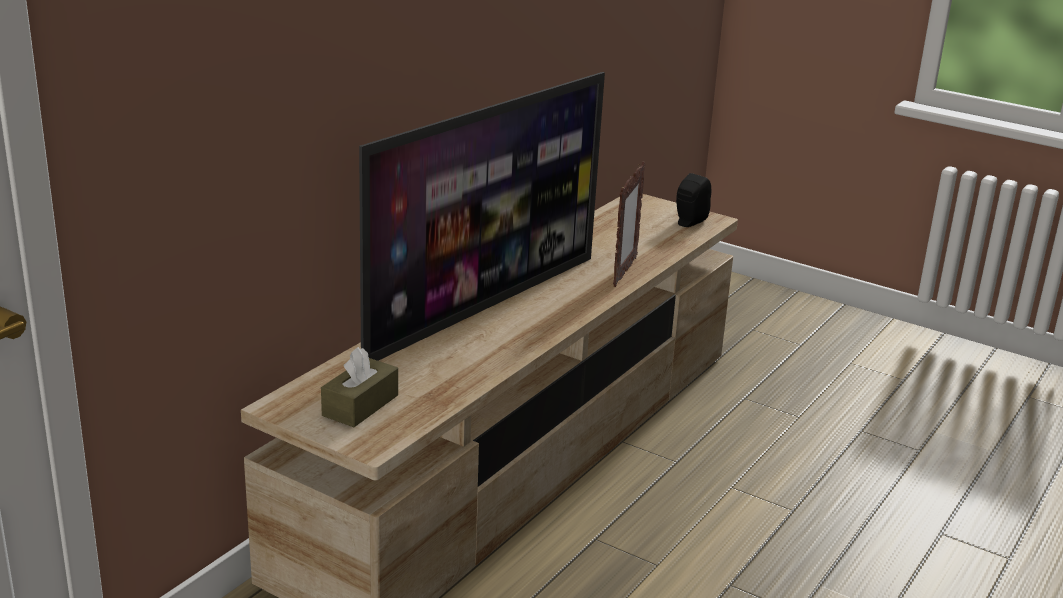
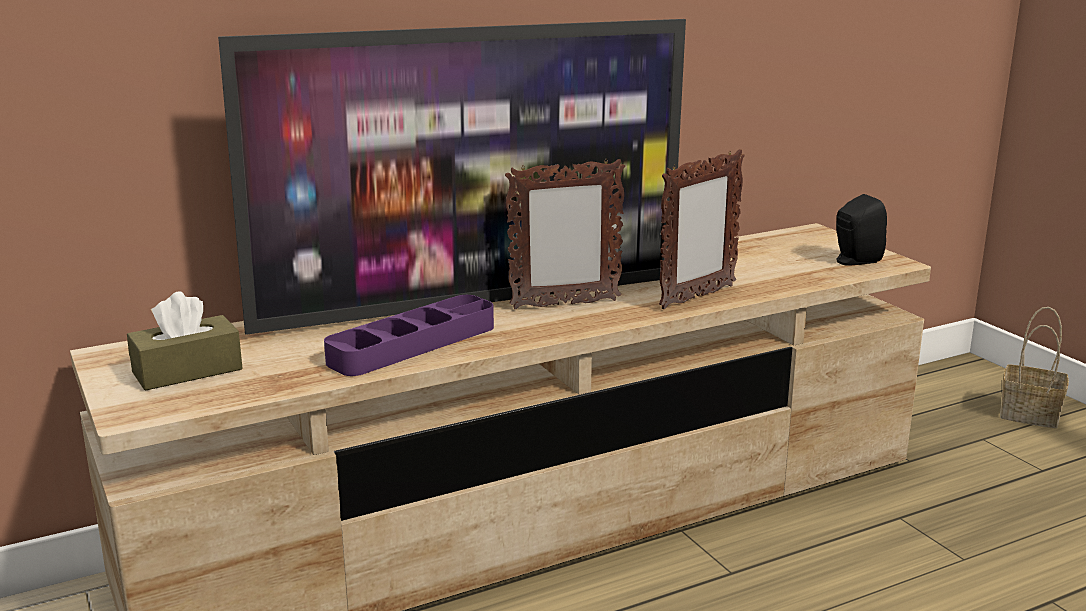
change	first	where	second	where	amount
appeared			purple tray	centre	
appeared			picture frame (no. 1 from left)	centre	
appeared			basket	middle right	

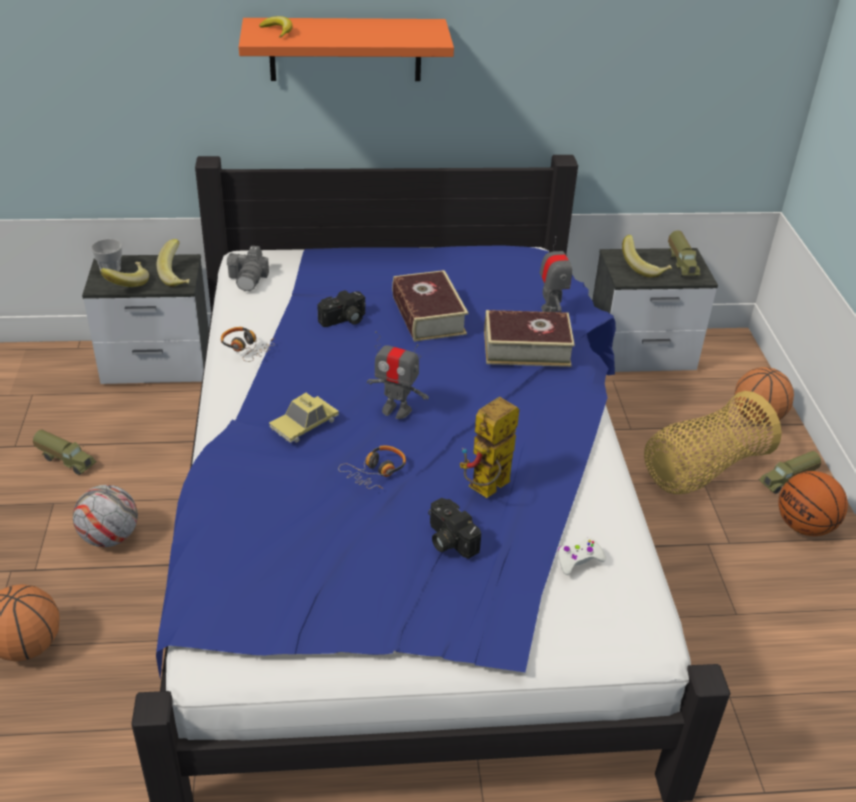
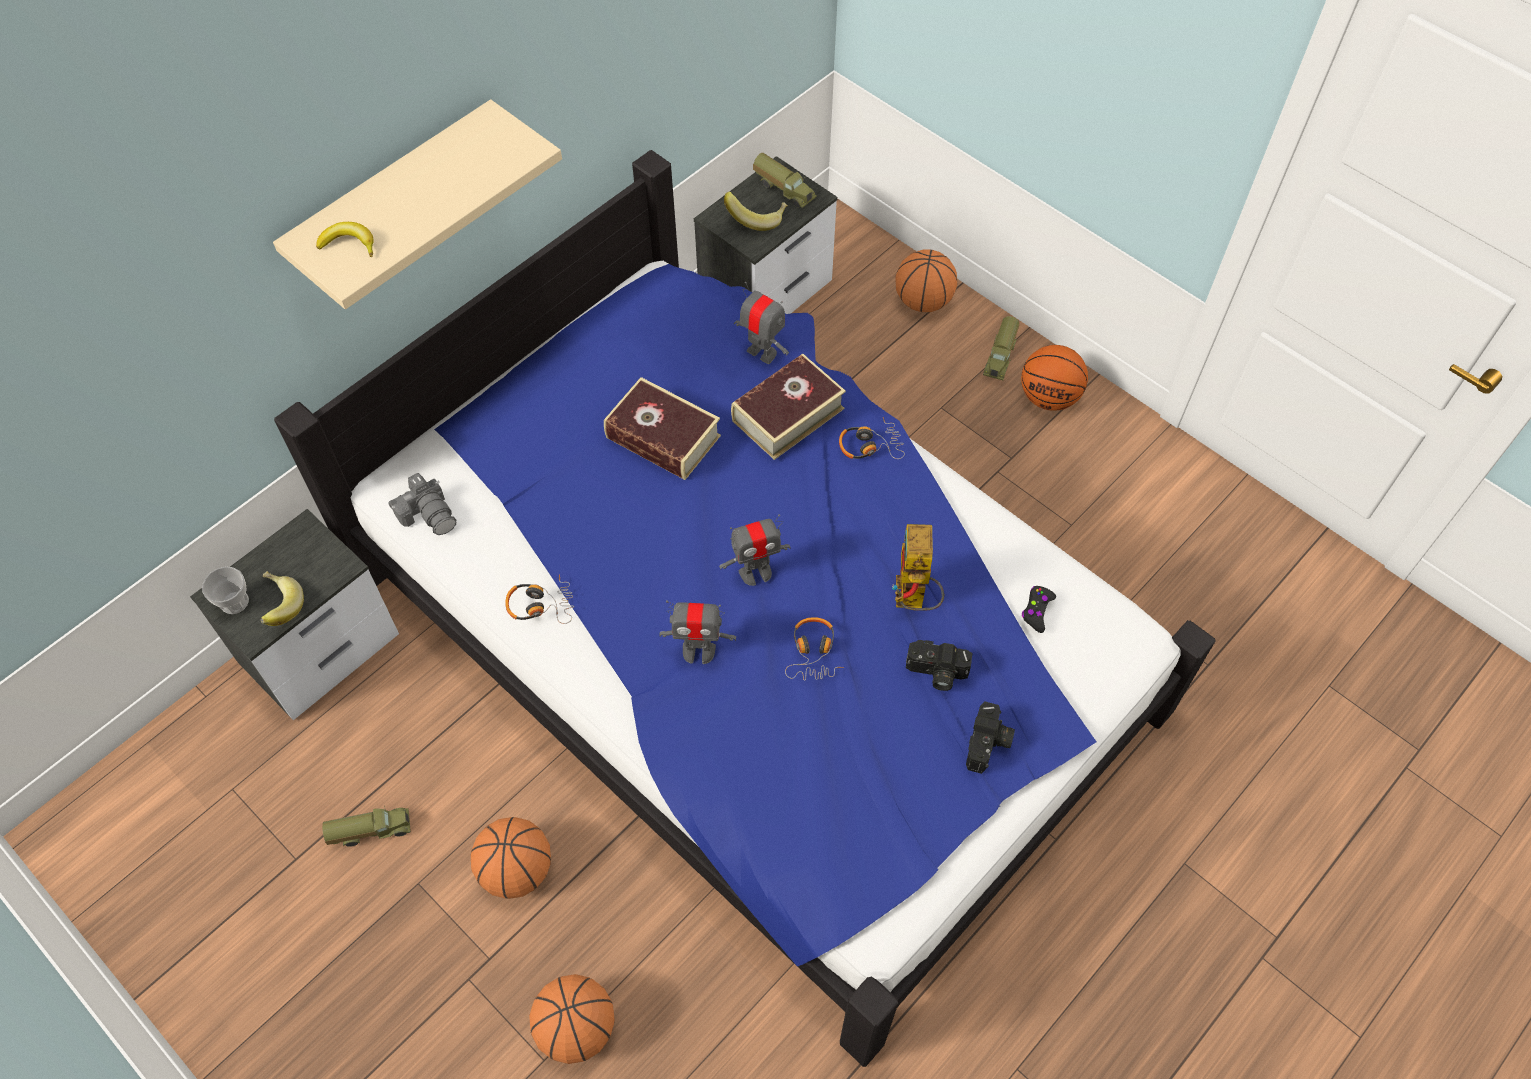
change	first	where	second	where	amount
colour	orange shelf	top centre	beige shelf	top left	
exchanged	football	middle left	basketball (no. 1 from left)	bottom centre	
exchanged	toy car	centre	toy robot (no. 1 from left)	centre	
appeared			headphones (no. 3 from left)	centre	
relocated	photo camera (no. 2 from left in the first image)	centre	photo camera (no. 3 from left)	bottom centre	
colour	white game controller	bottom right	black game controller	middle right	
missing	banana (no. 2 from left)	top left			
missing	basket	middle right			

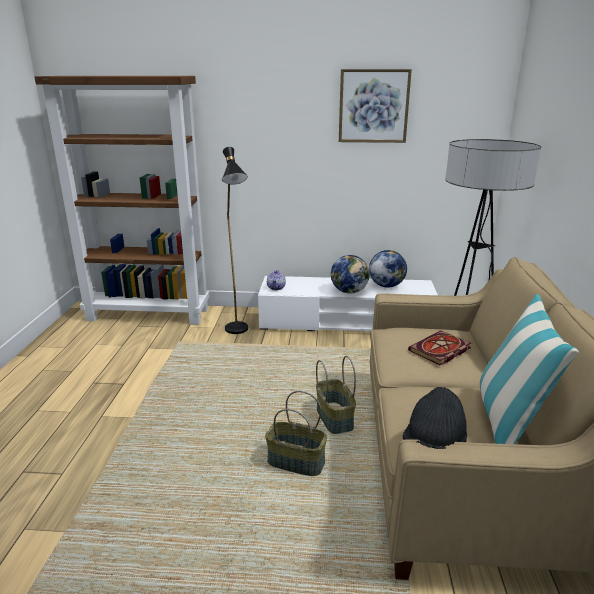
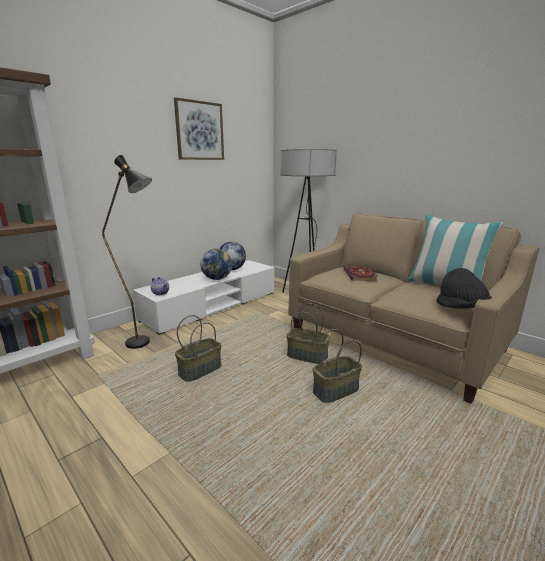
change	first	where	second	where	amount
appeared			basket (no. 1 from left)	centre	

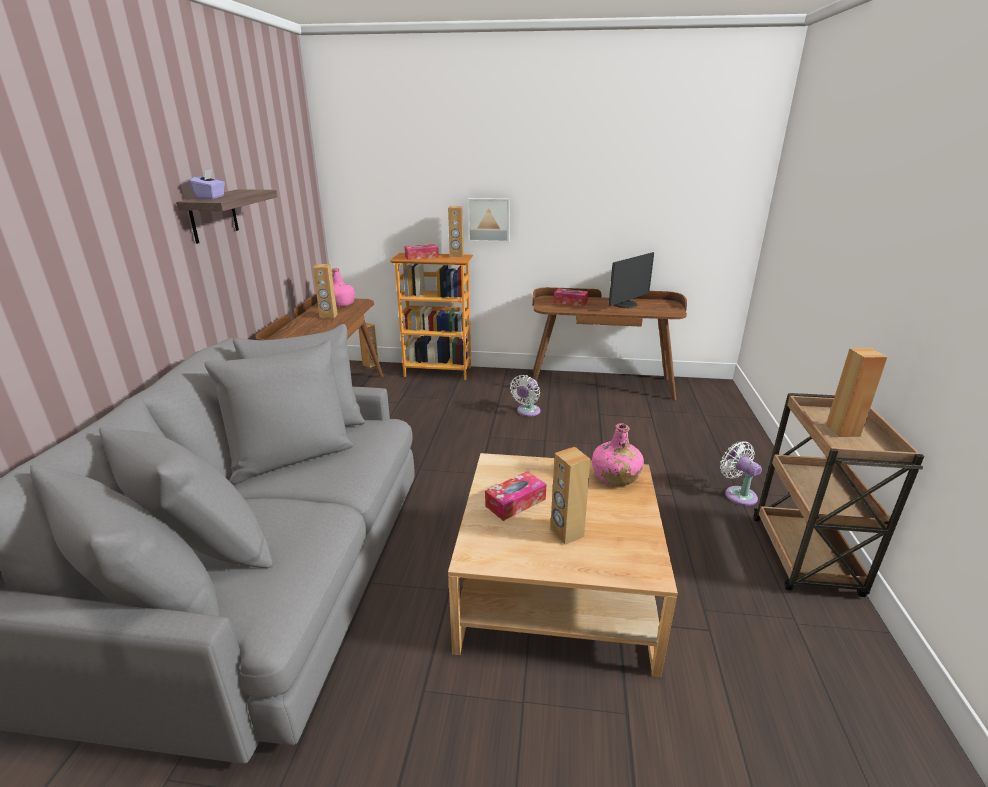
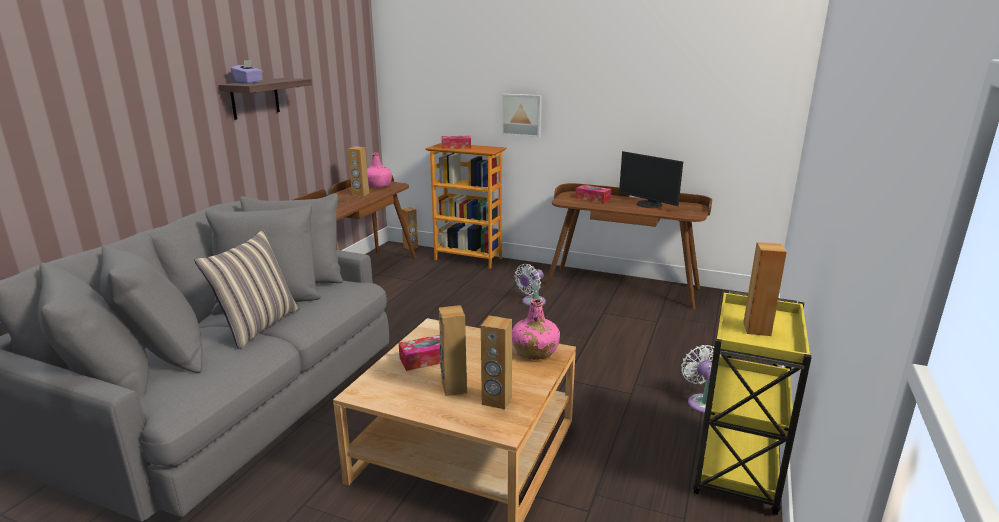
change	first	where	second	where	amount
appeared			pillow	middle left	
relocated	brown speaker (no. 3 from left in the first image)	top centre	brown speaker (no. 4 from left)	bottom centre	
spun	monitor	centre		centre	75 degrees clockwise
colour	brown cart	middle right	yellow cart	bottom right	

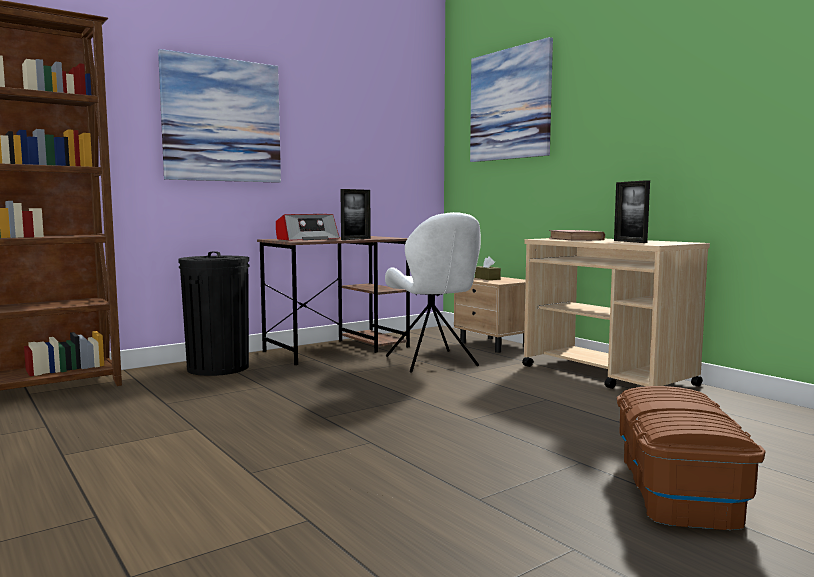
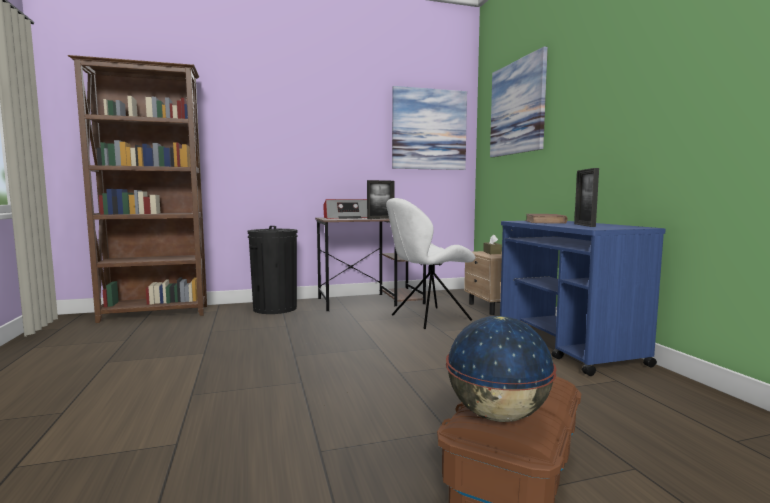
change	first	where	second	where	amount
spun	white chair	centre		centre	60 degrees clockwise
relocated	picture (no. 1 from left)	top left		top centre	
appeared			globe	bottom centre	
colour	beige cart	middle right	blue cart	middle right	

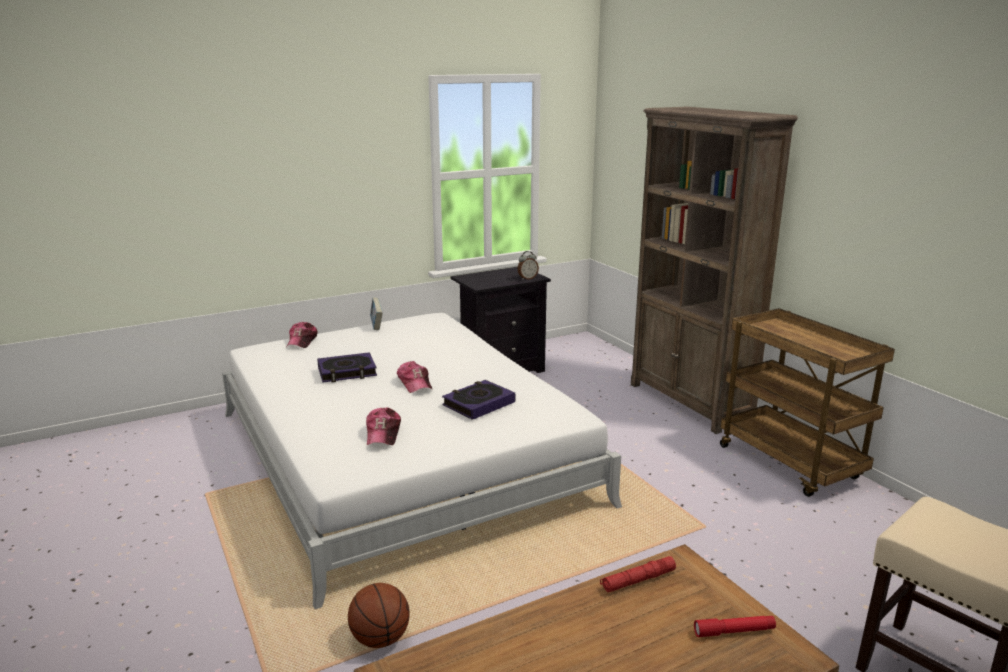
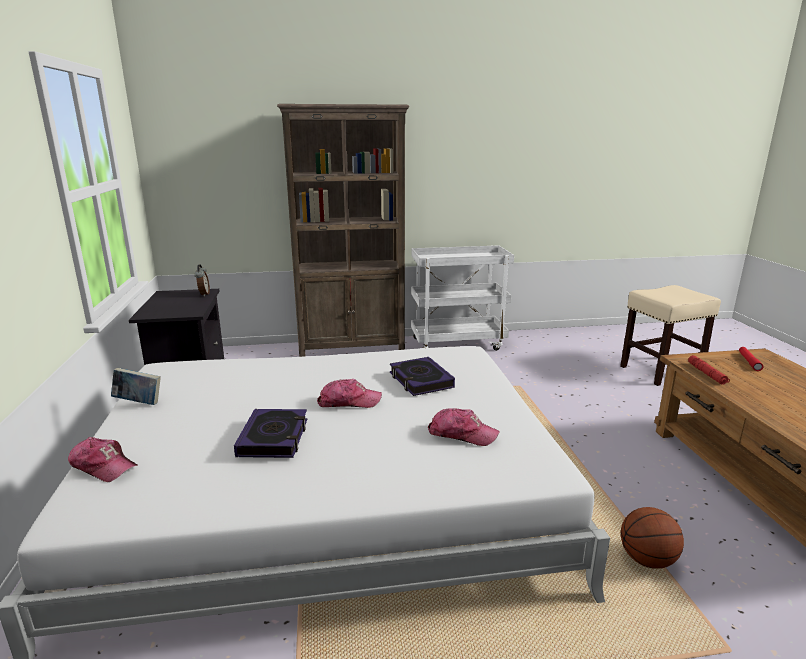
change	first	where	second	where	amount
colour	brown cart	middle right	white cart	centre	

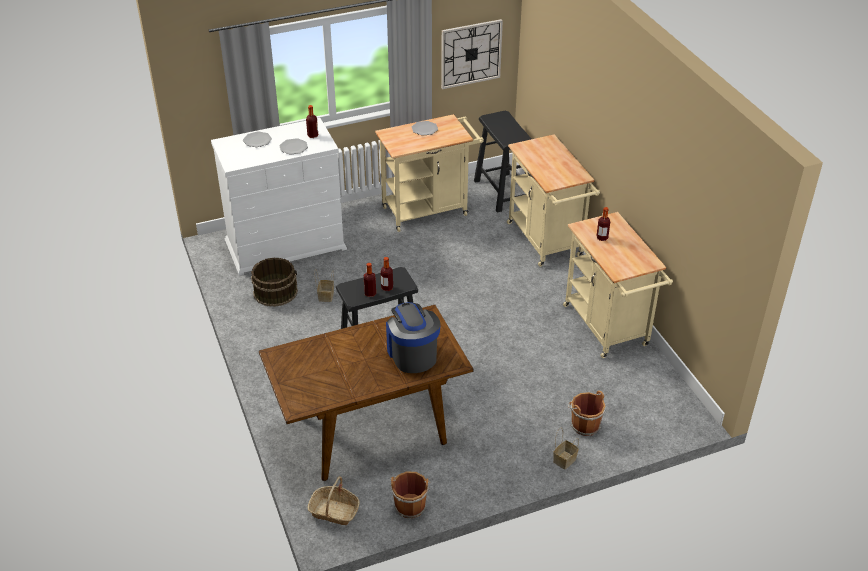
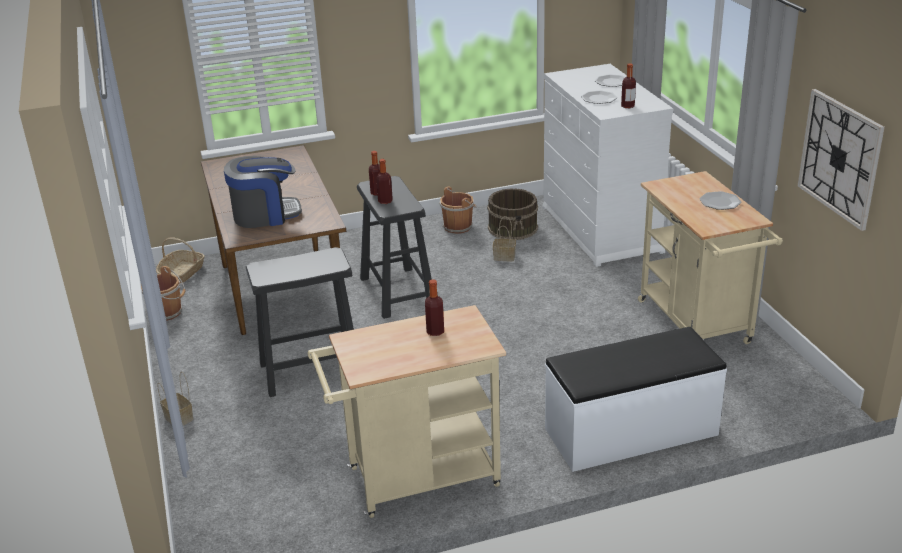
change	first	where	second	where	amount
relocated	black stool (no. 2 from left in the first image)	top centre	black stool (no. 1 from left)	middle left	
relocated	brown bucket (no. 3 from left in the first image)	bottom right	brown bucket (no. 2 from left)	centre	
exchanged	beige cart (no. 2 from left)	centre	white bench	bottom right	

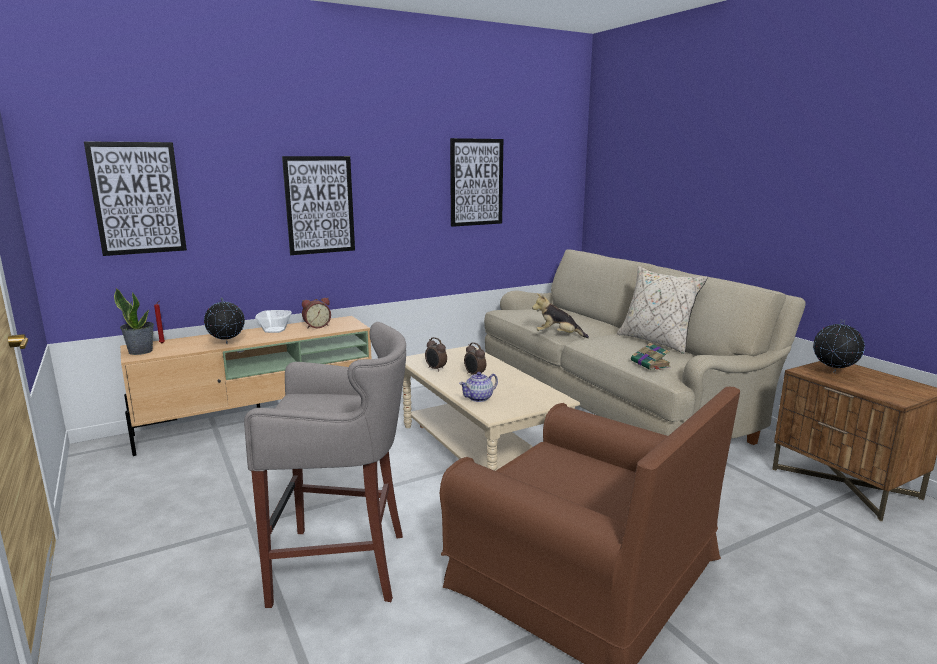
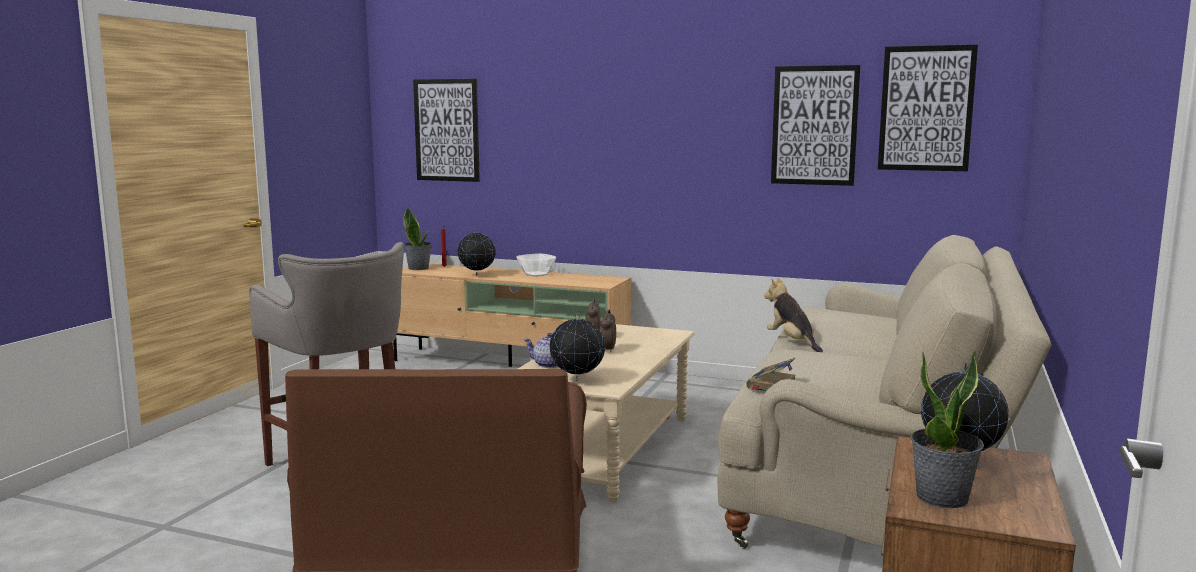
change	first	where	second	where	amount
appeared			globe (no. 2 from left)	centre	
relocated	picture (no. 2 from left in the first image)	top centre	picture (no. 3 from left)	top right	
appeared			potted plant (no. 2 from left)	bottom right	
missing	alarm clock (no. 1 from left)	centre			
missing	beige pillow	middle right			

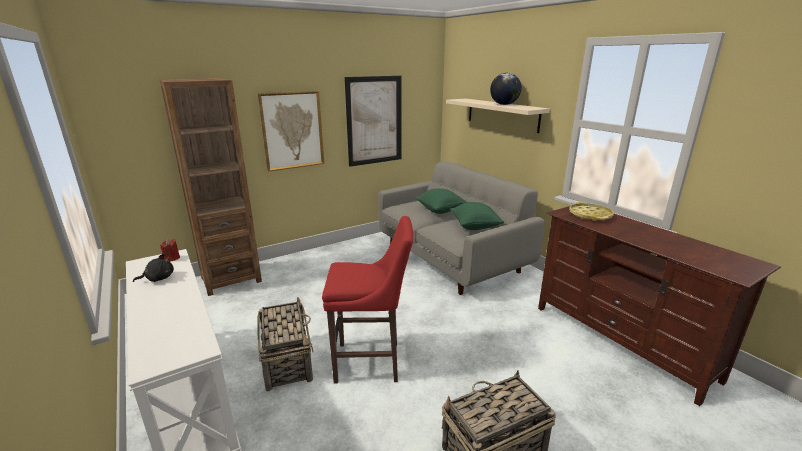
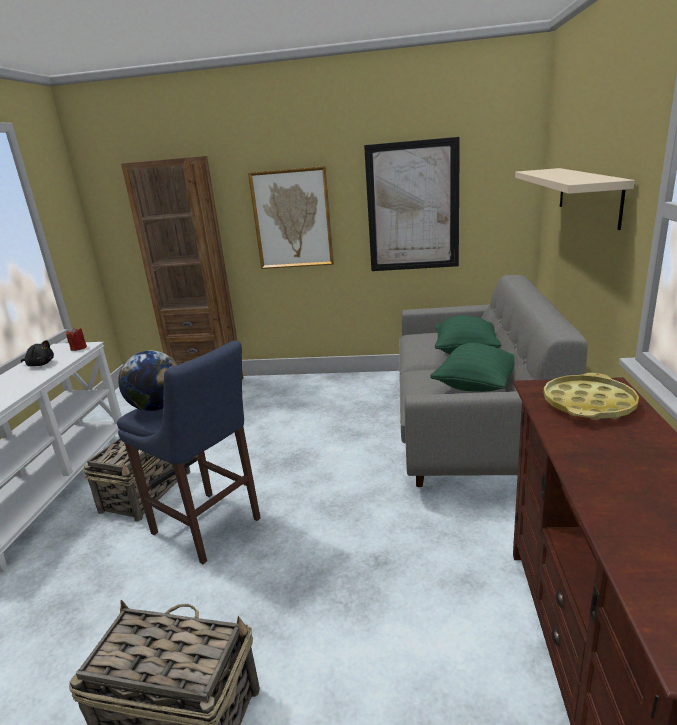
change	first	where	second	where	amount
colour	red stool	centre	blue stool	middle left	
relocated	globe	top centre		middle left	

